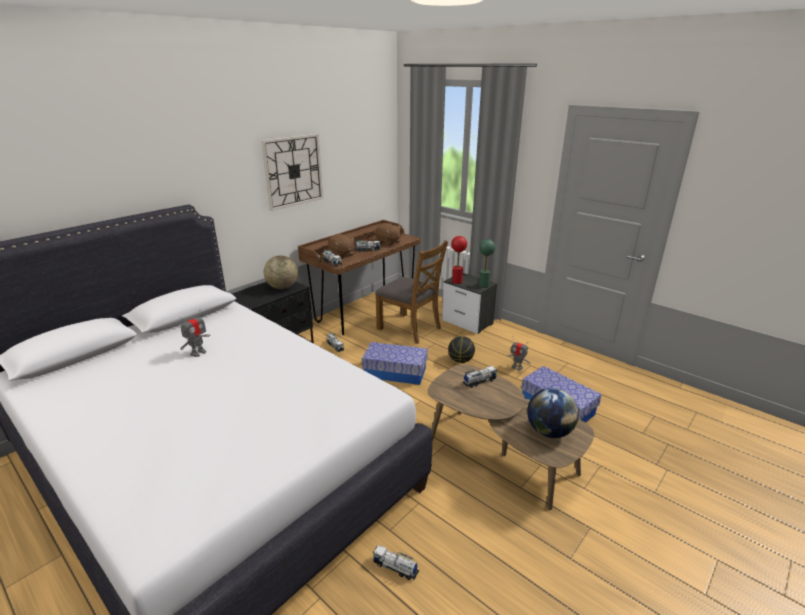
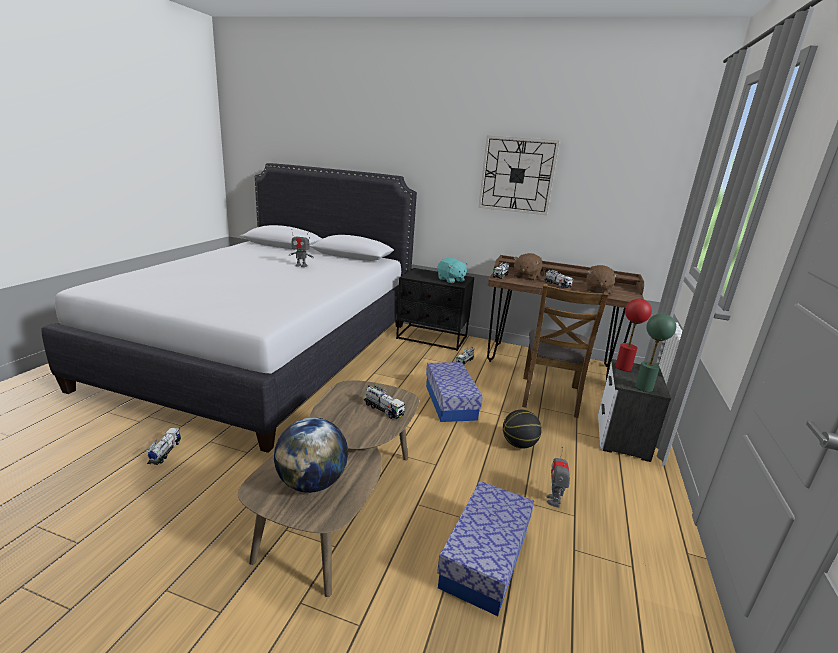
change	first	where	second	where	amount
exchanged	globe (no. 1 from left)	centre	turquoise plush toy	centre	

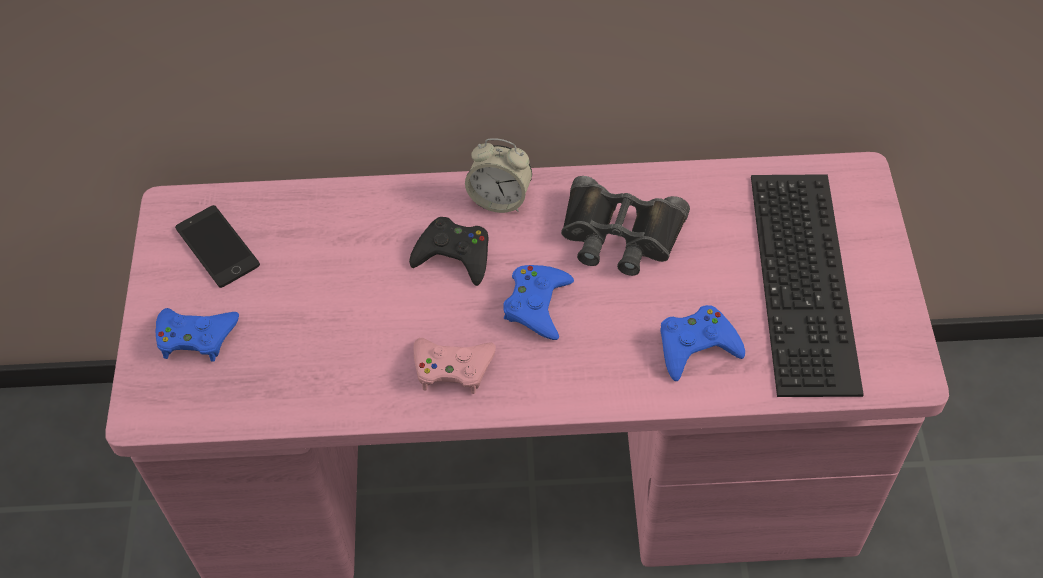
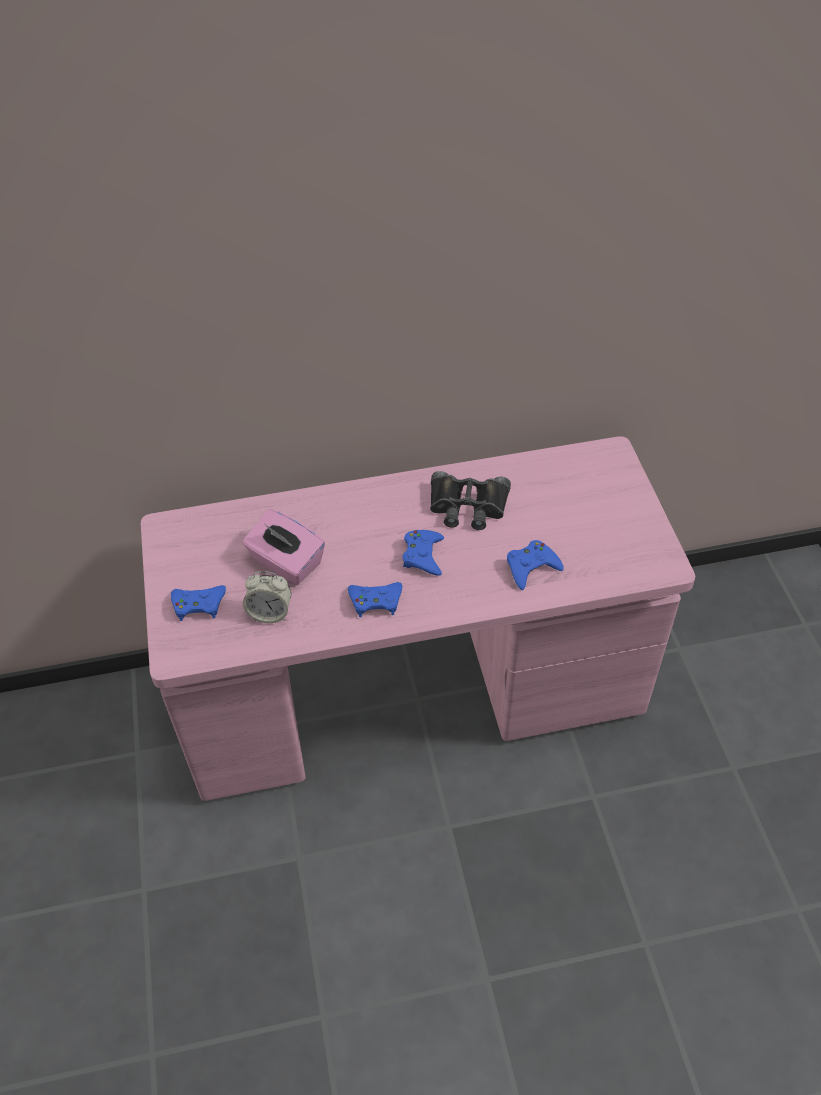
change	first	where	second	where	amount
appeared			pink tissue box	centre	
relocated	alarm clock	top centre		middle left	
colour	pink game controller	centre	blue game controller (no. 2 from left)	centre	
missing	phone	middle left			
missing	black game controller	centre			
missing	keyboard	middle right			

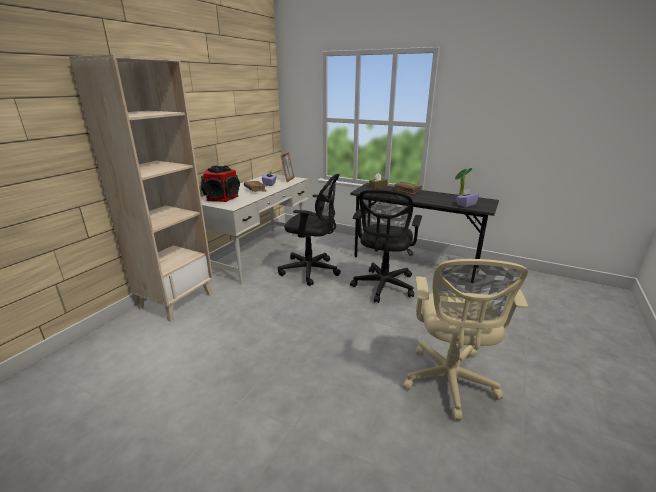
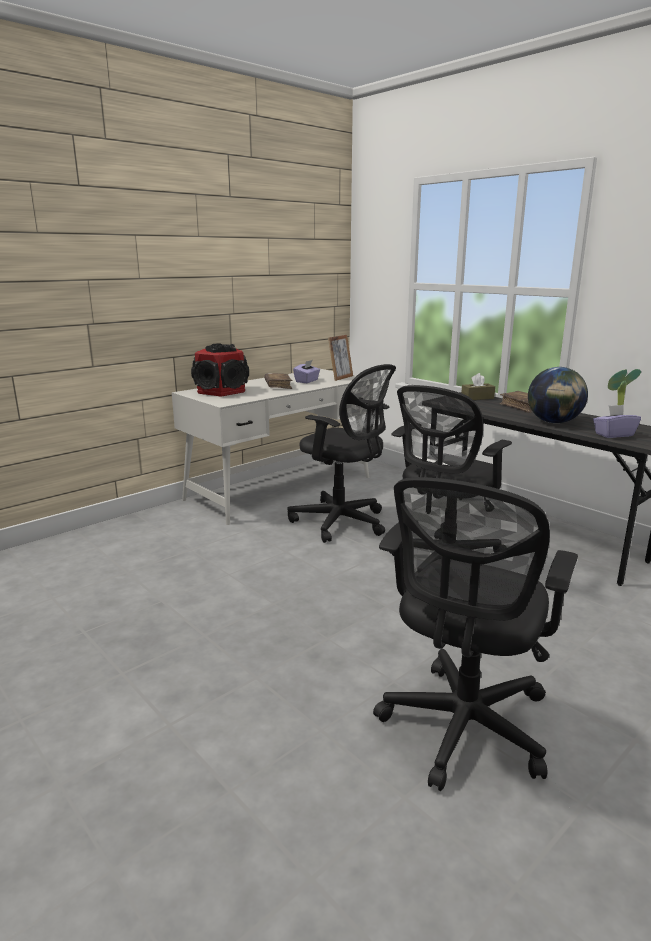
change	first	where	second	where	amount
colour	beige office chair	bottom right	black office chair (no. 3 from left)	bottom right	
appeared			globe	middle right	
missing	beige bookcase	middle left			

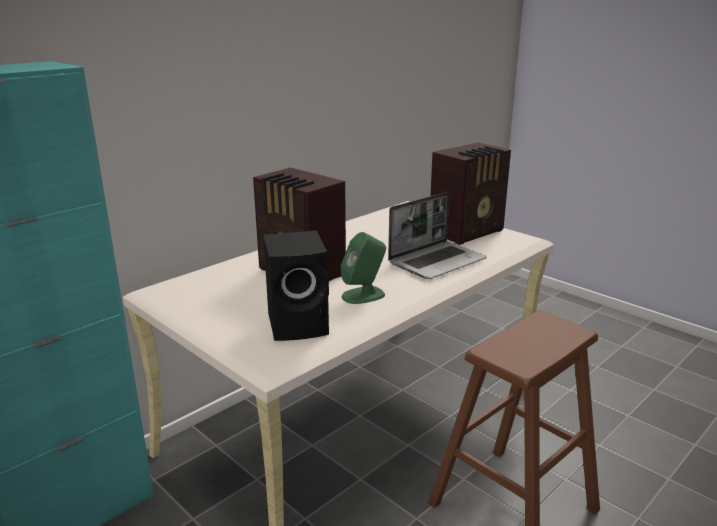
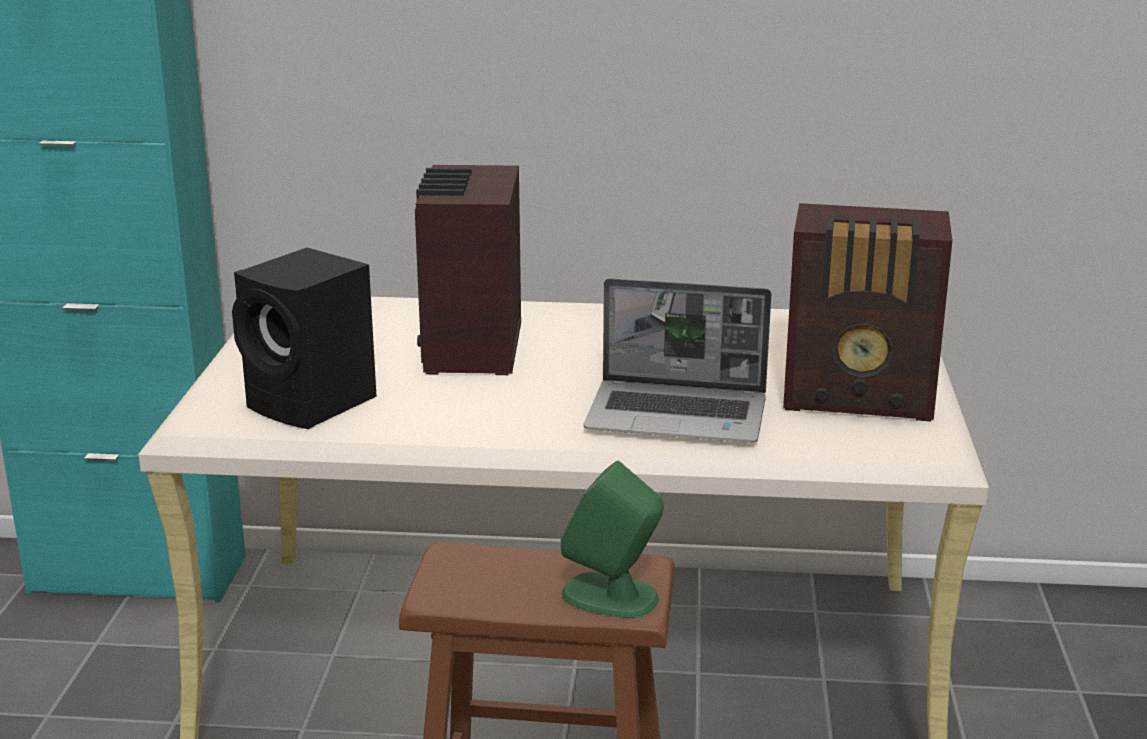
change	first	where	second	where	amount
relocated	green speaker	centre		bottom centre	

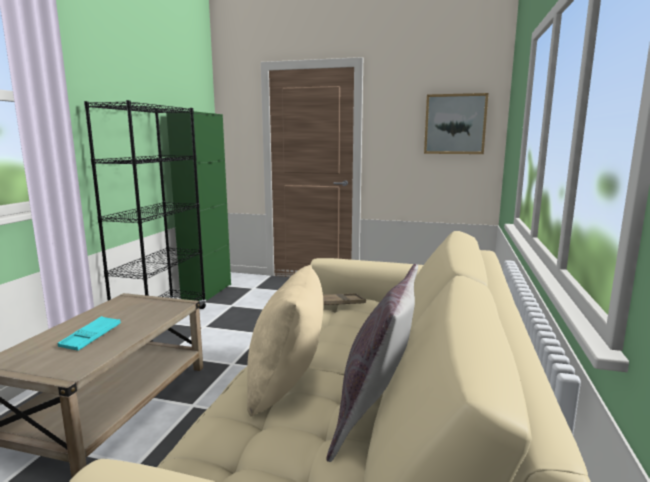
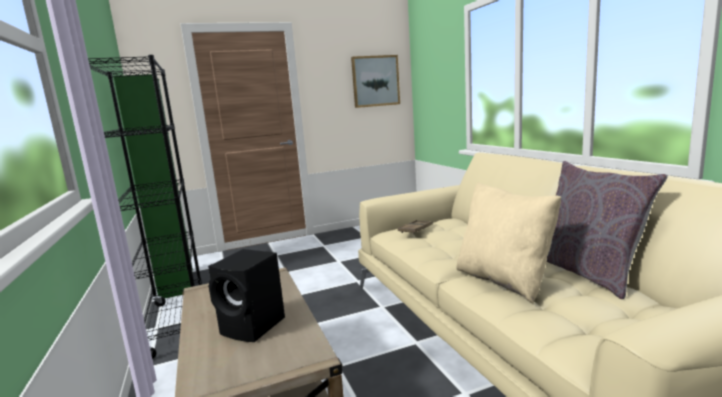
change	first	where	second	where	amount
exchanged	turquoise tray	bottom left	black speaker	bottom centre	

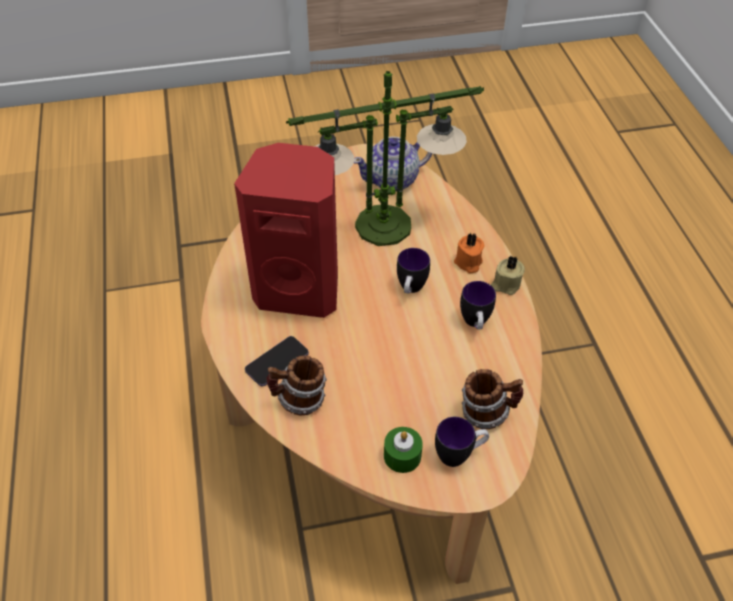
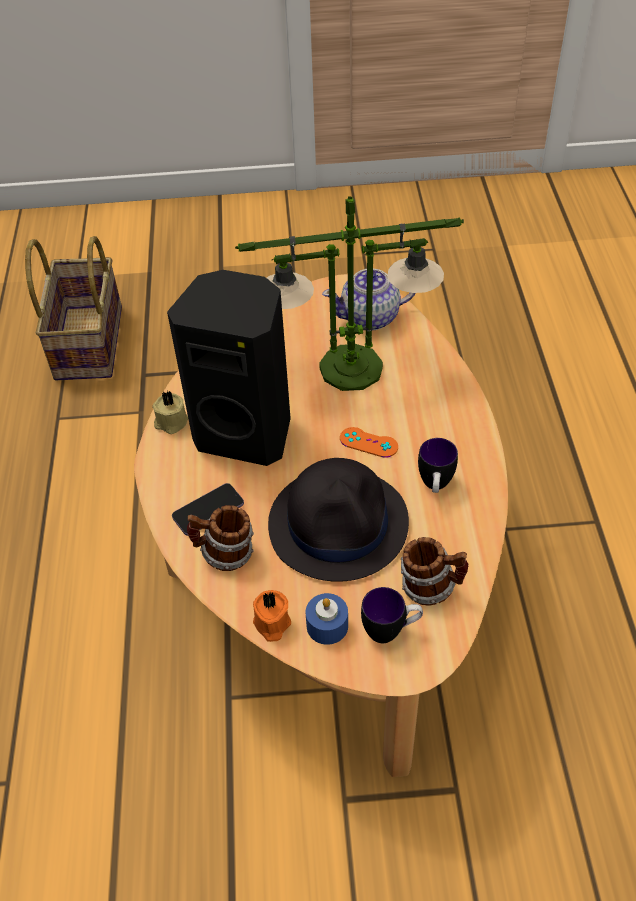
change	first	where	second	where	amount
appeared			basket	middle left	
relocated	beige candle	middle right		middle left	
colour	red speaker	centre	black speaker	centre	
relocated	orange candle	centre		bottom centre	
appeared			black hat	centre	
colour	green candle	bottom centre	blue candle	bottom centre	
exchanged	mug (no. 2 from left)	centre	orange game controller	centre	

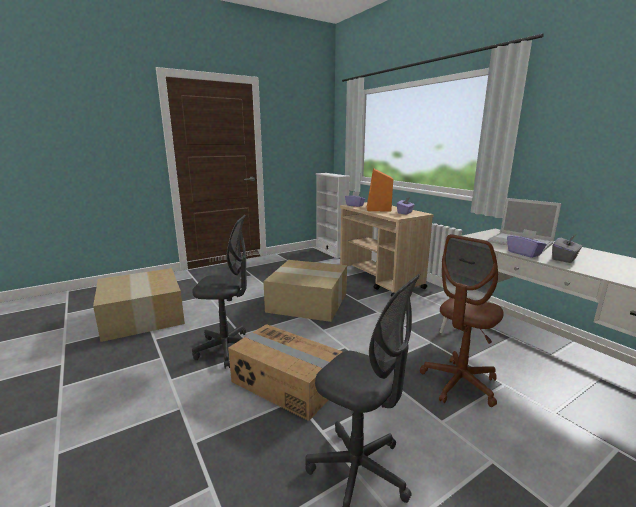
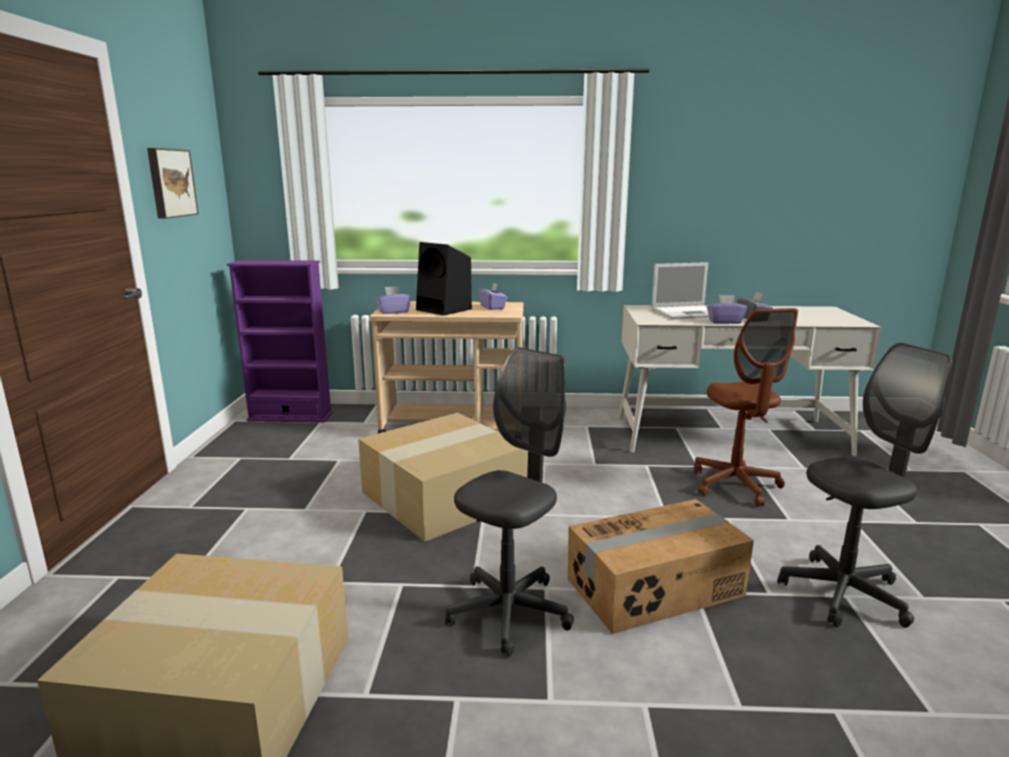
change	first	where	second	where	amount
appeared			picture	top left	
colour	white bookcase	centre	purple bookcase	middle left	
colour	orange speaker	centre	black speaker	centre	

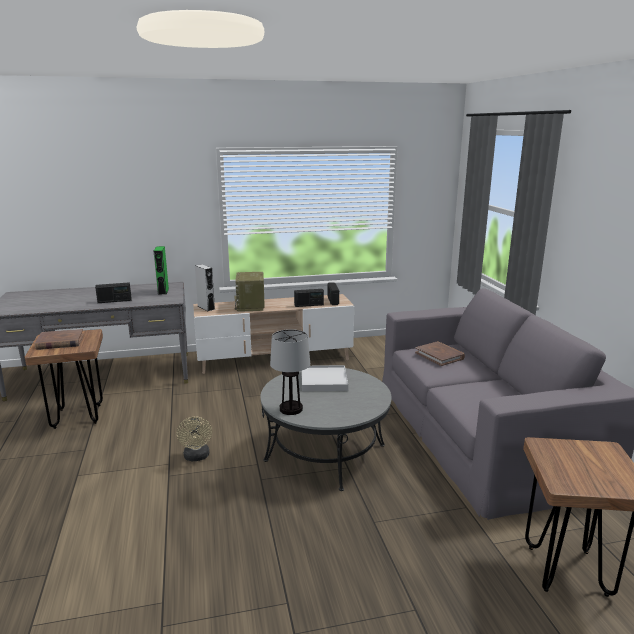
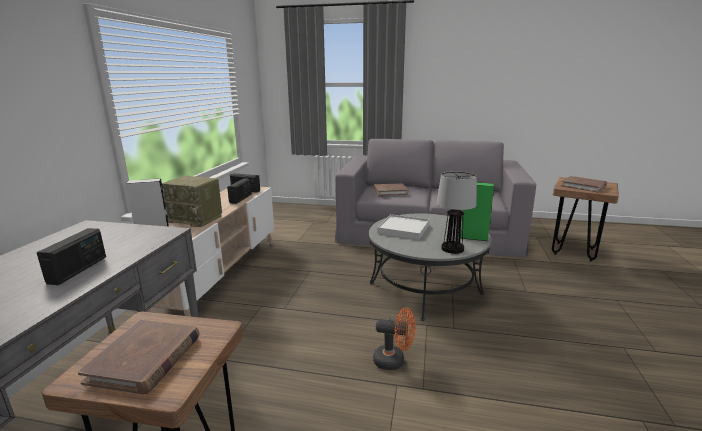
change	first	where	second	where	amount
colour	beige fan	bottom left	orange fan	bottom centre	
relocated	green speaker	middle left		middle right	
appeared			brown book (no. 3 from left)	middle right	

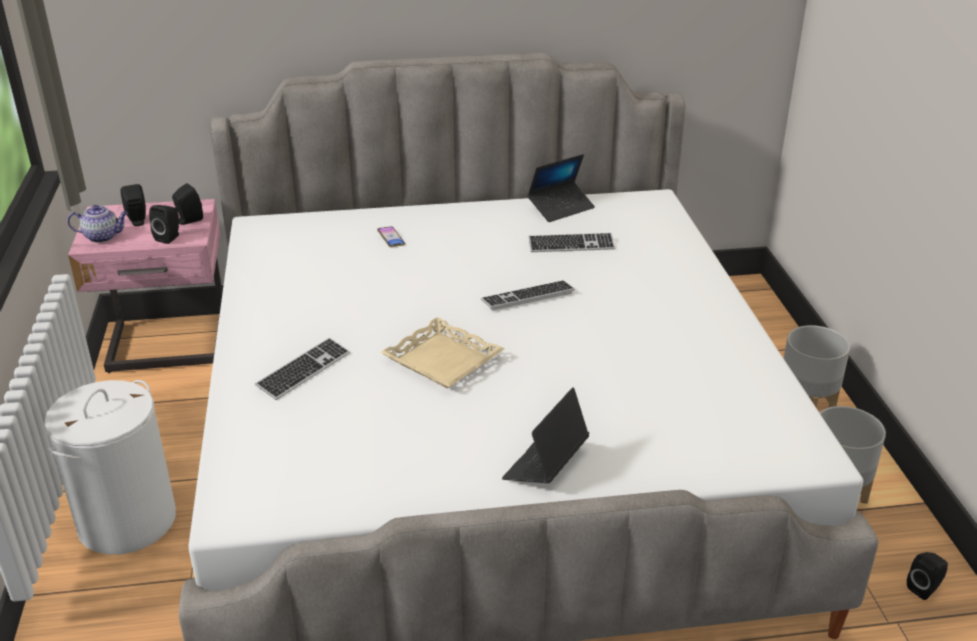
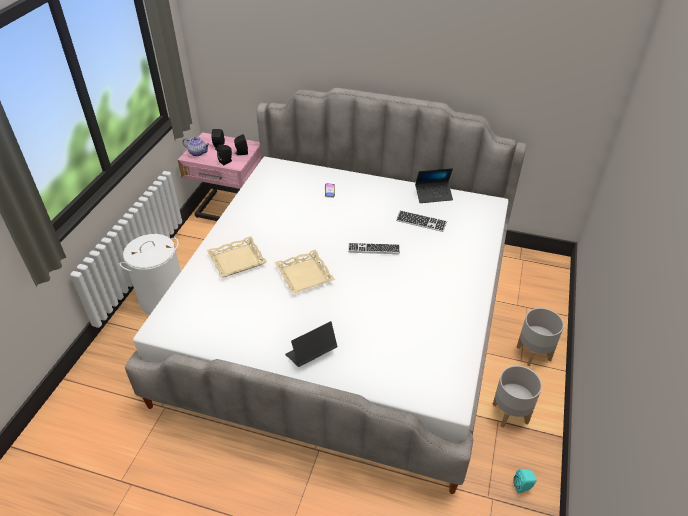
change	first	where	second	where	amount
exchanged	keyboard (no. 1 from left)	middle left	beige tray (no. 1 from left)	centre	
colour	black speaker (no. 4 from left)	bottom right	turquoise speaker	bottom right	

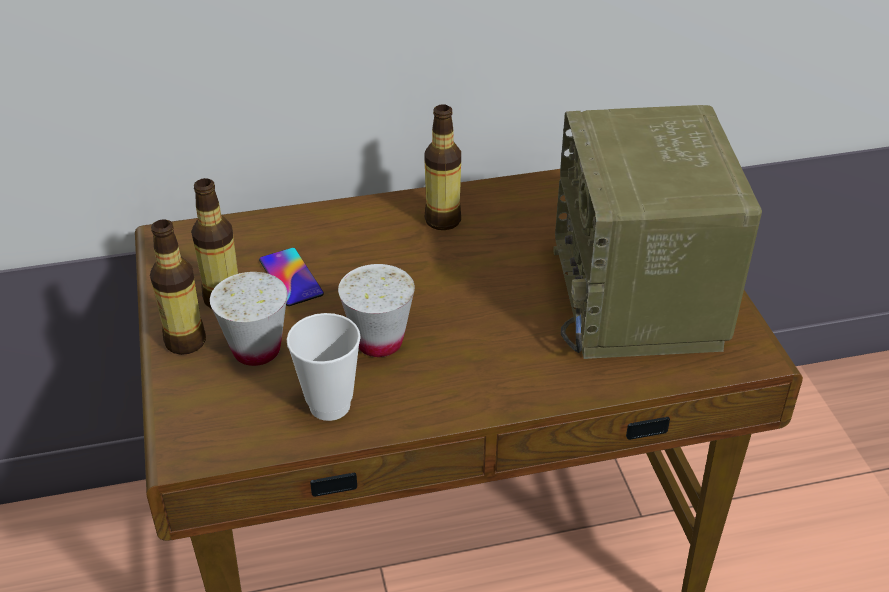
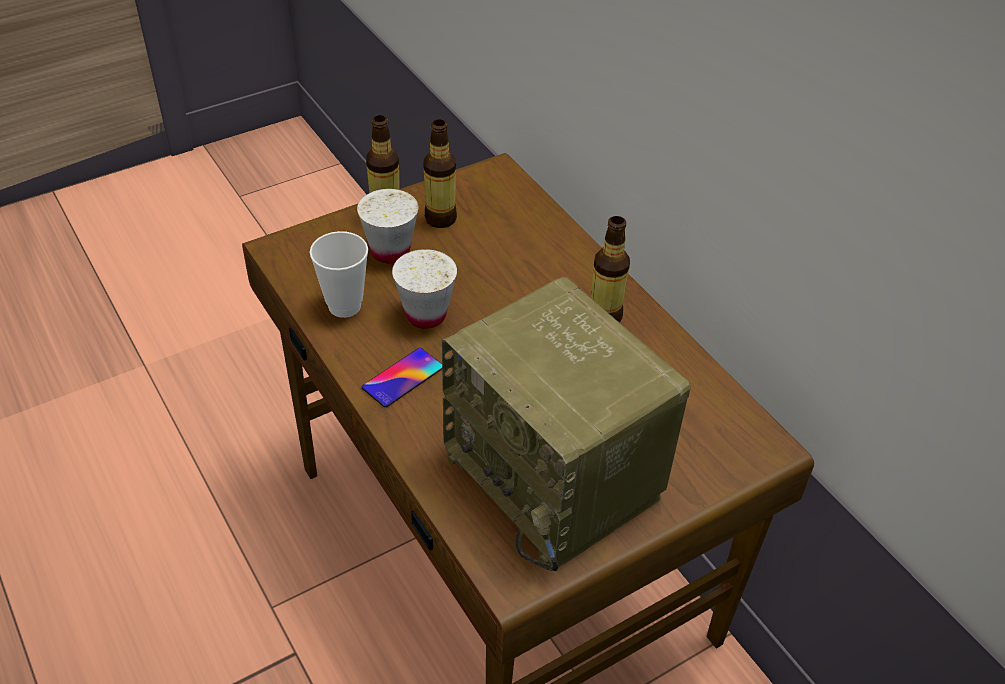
change	first	where	second	where	amount
relocated	phone	middle left		centre	
spun	radio	middle right		centre	105 degrees counterclockwise

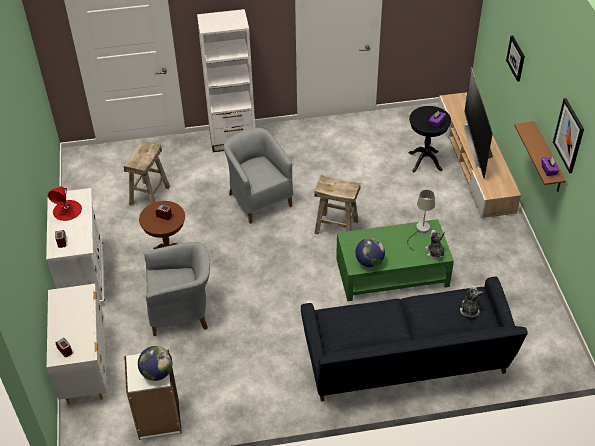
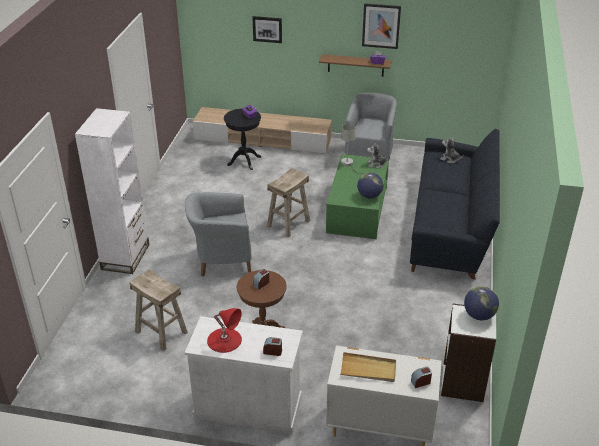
change	first	where	second	where	amount
appeared			beige tray	bottom centre	
relocated	grey armchair (no. 1 from left in the first image)	middle left	grey armchair (no. 2 from left)	top centre	
missing	television	top right			

